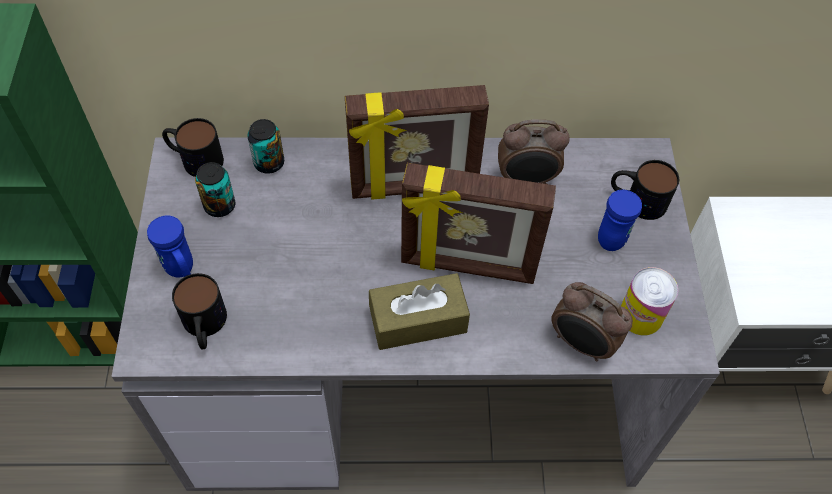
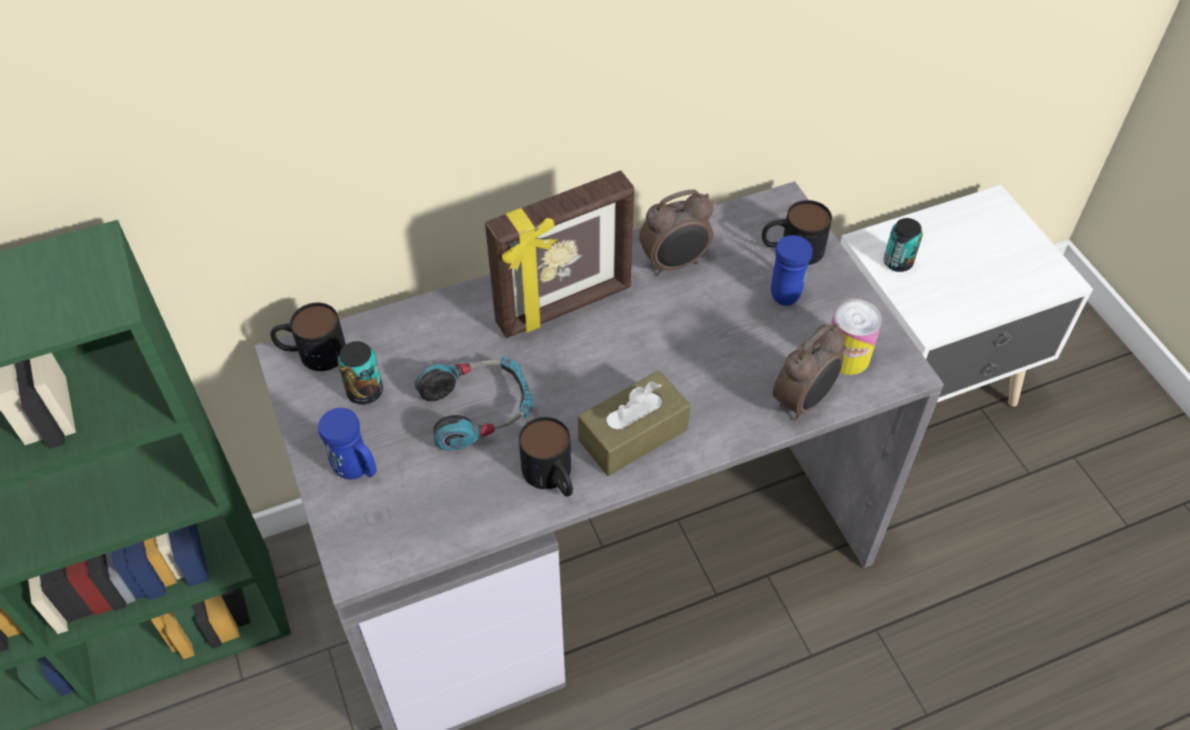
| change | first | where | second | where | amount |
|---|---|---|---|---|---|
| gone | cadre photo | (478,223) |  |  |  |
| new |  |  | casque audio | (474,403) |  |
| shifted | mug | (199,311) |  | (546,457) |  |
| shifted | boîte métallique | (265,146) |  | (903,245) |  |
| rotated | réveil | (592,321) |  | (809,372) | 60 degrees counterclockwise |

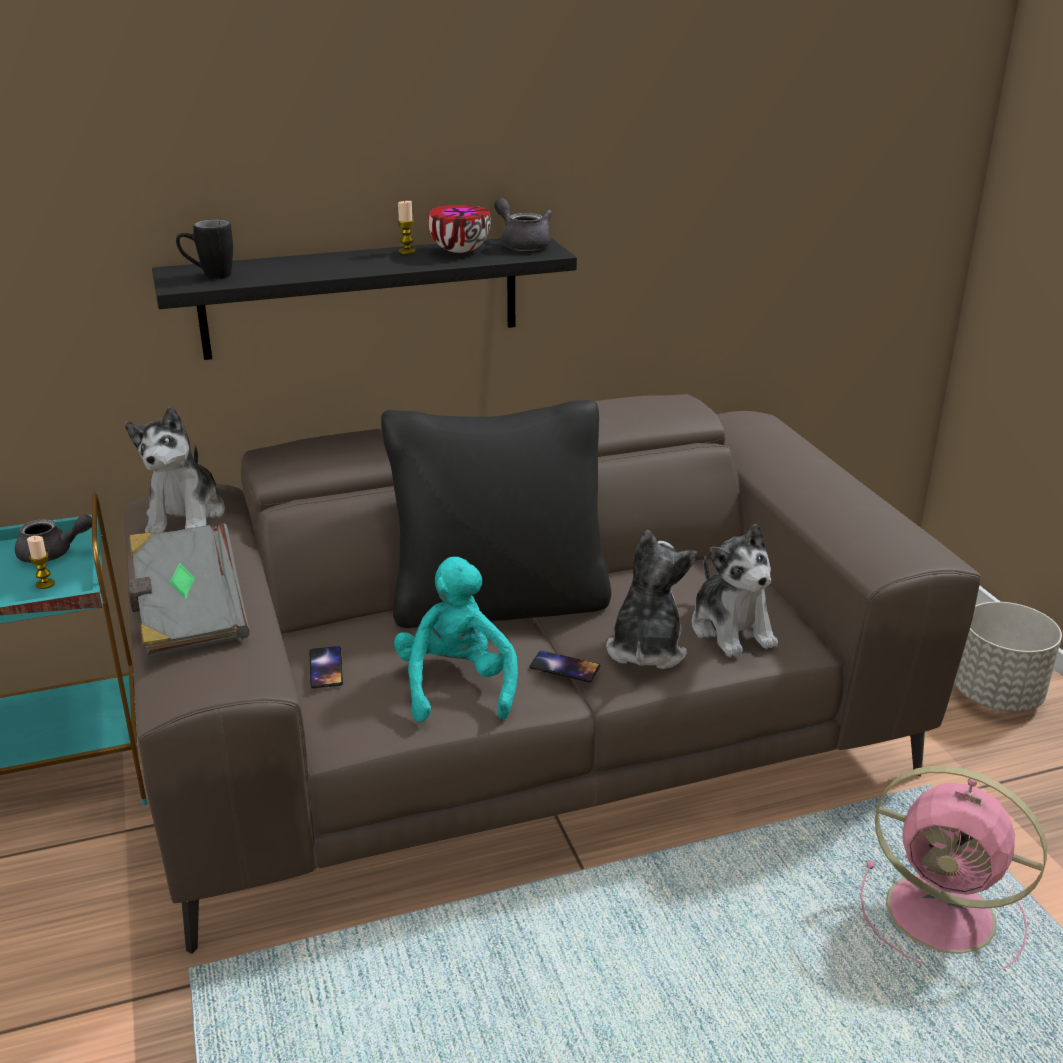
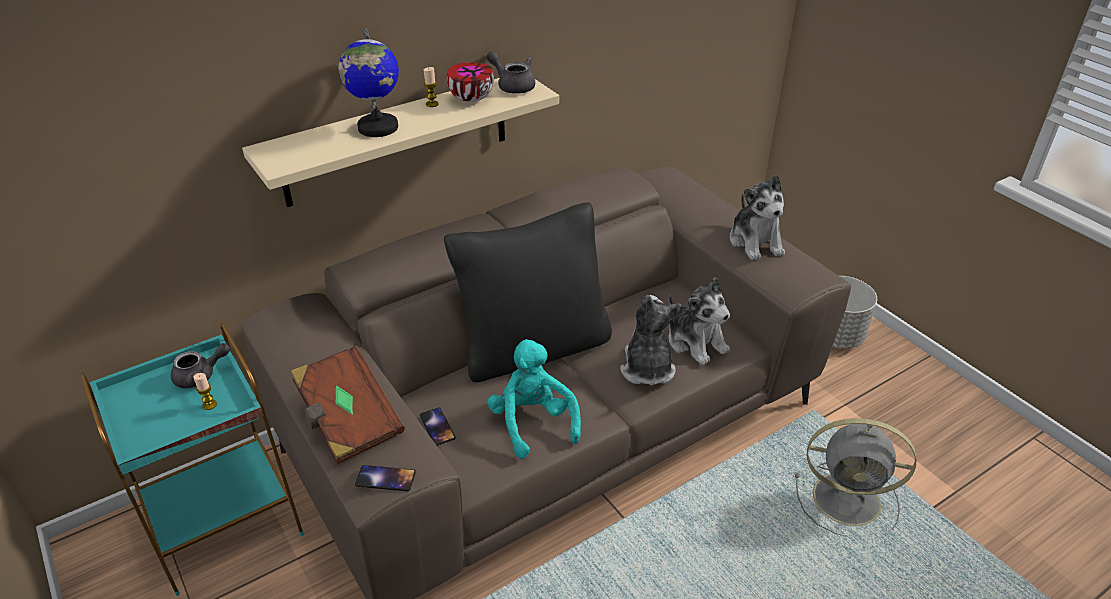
| change | first | where | second | where | amount |
|---|---|---|---|---|---|
| gone | mug/noir | (204,249) |  |  |  |
| new |  |  | globe | (369,82) |  |
| shifted | peluche | (175,470) |  | (757,217) |  |
| shifted | téléphone | (564,666) |  | (385,478) |  |
| repainted | livre/gris | (188,590) | livre/marron | (347,405) |  |
| repainted | étagère/noir | (364,299) | étagère/beige | (400,142) |  |
| repainted | ventilateur/rose | (953,867) | ventilateur/gris | (855,477) |  |

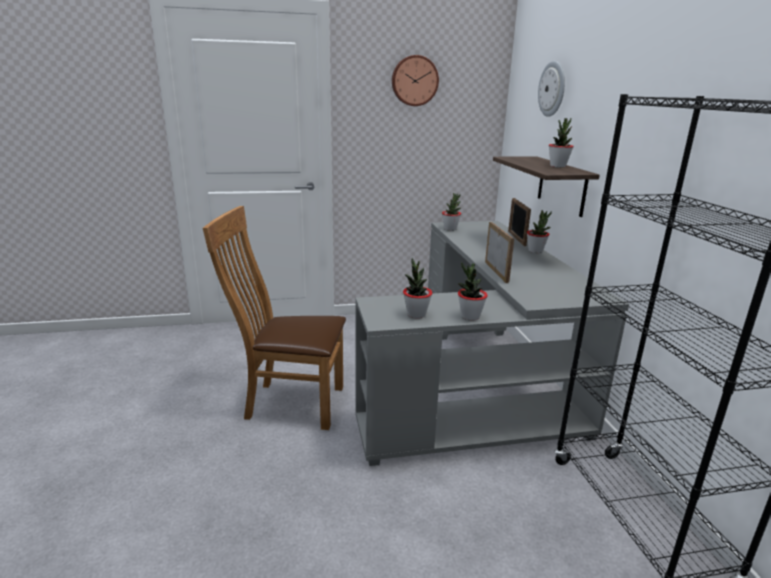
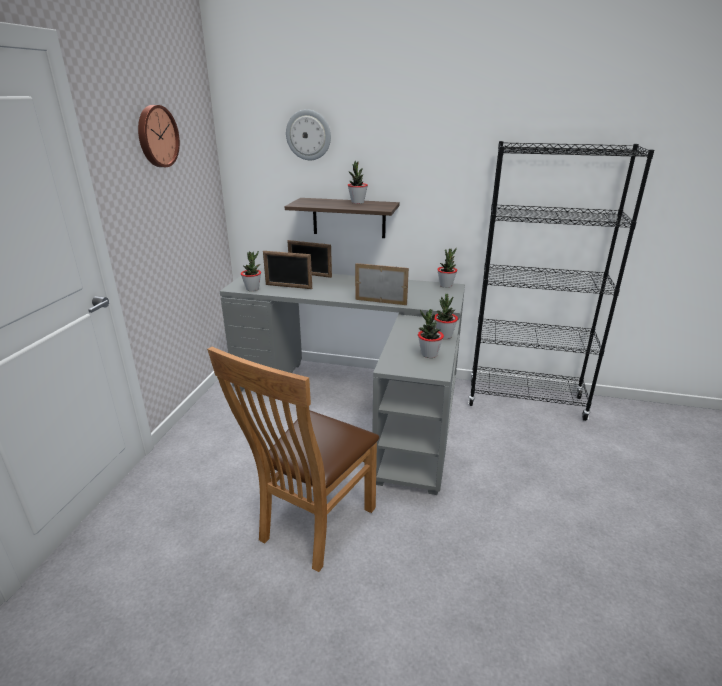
| change | first | where | second | where | amount |
|---|---|---|---|---|---|
| new |  |  | cadre photo | (287,270) |  |
| shifted | plante en pot | (539,231) |  | (447,268) |  |

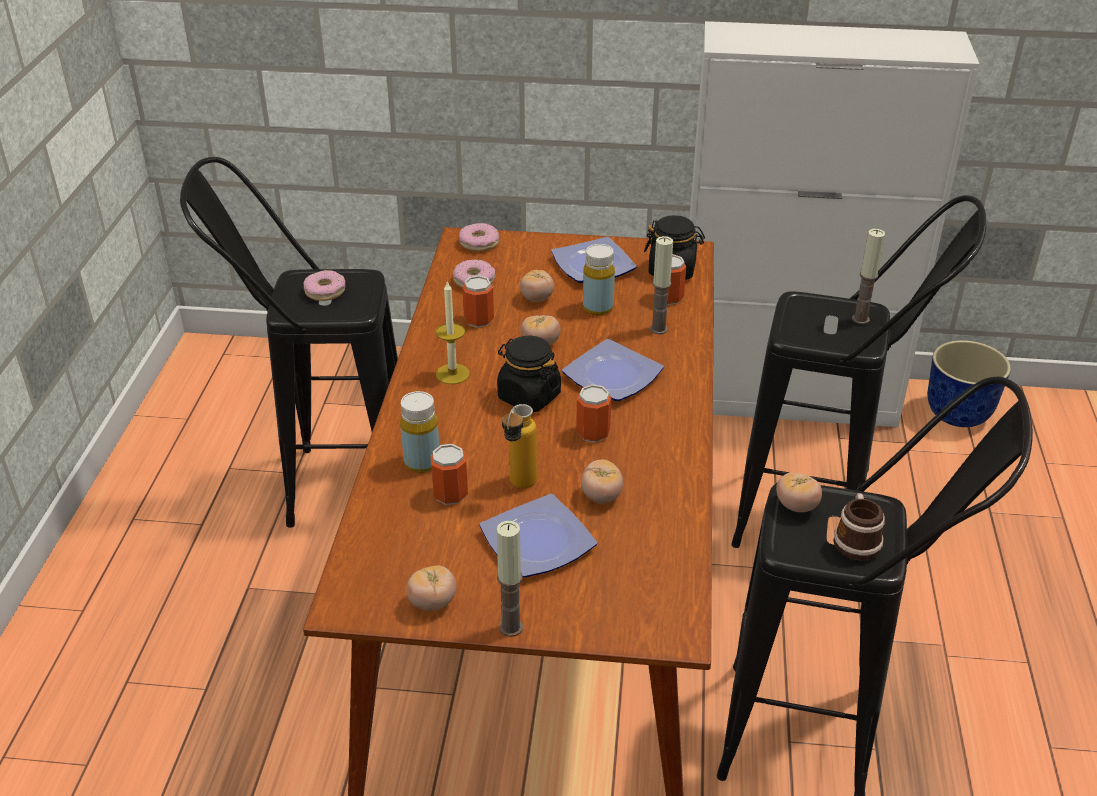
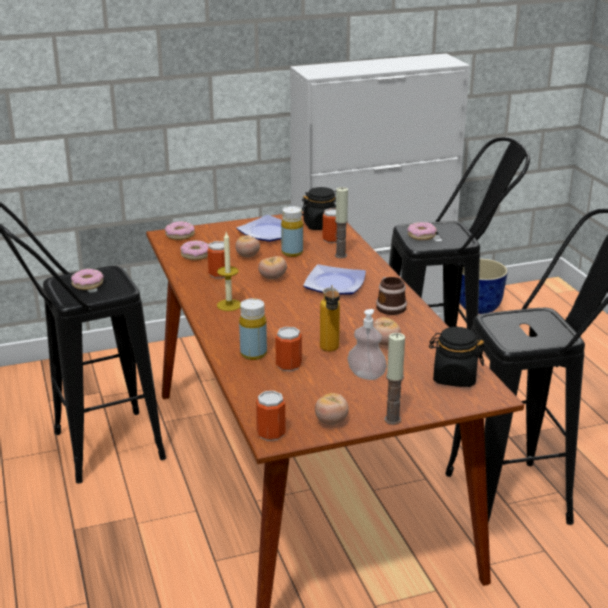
| change | first | where | second | where | amount |
|---|---|---|---|---|---|
| gone | tomate | (799,492) |  |  |  |
| gone | bougie | (868,276) |  |  |  |
| new |  |  | beignet | (422,231) |  |
| shifted | bocal/noir | (529,373) |  | (456,357) |  |
| shifted | boîte métallique | (593,413) |  | (271,415) |  |
| shifted | mug | (859,526) |  | (391,296) |  |
| swapped | assiette | (538,535) | distributeur de savon | (367,344) |  |

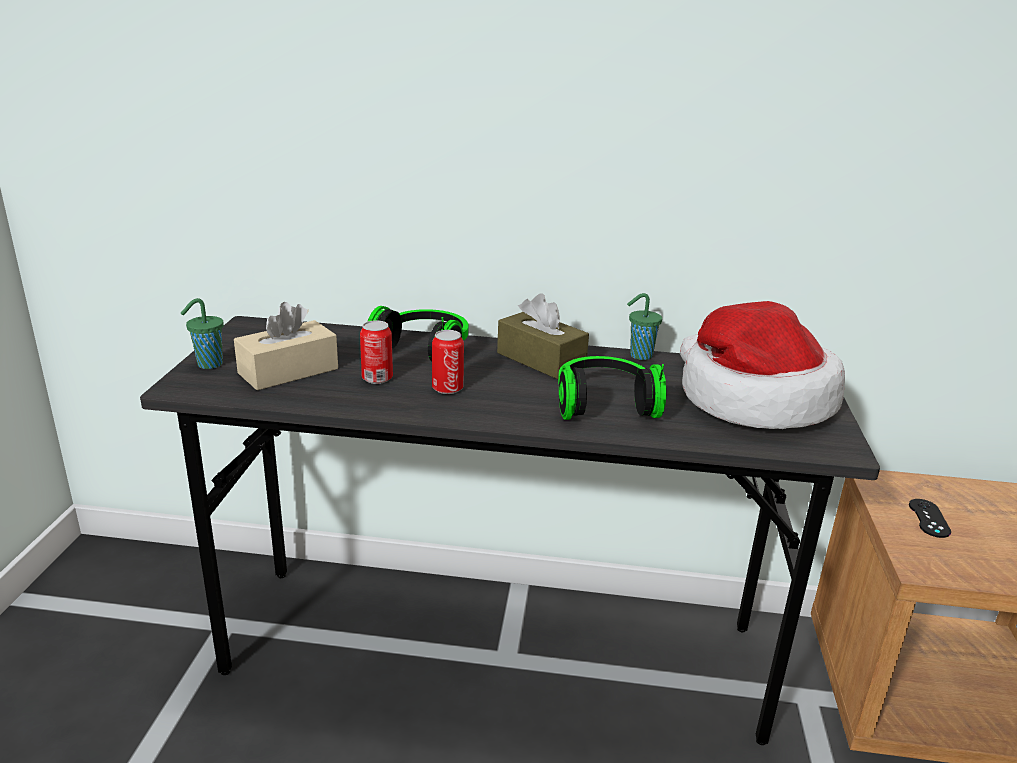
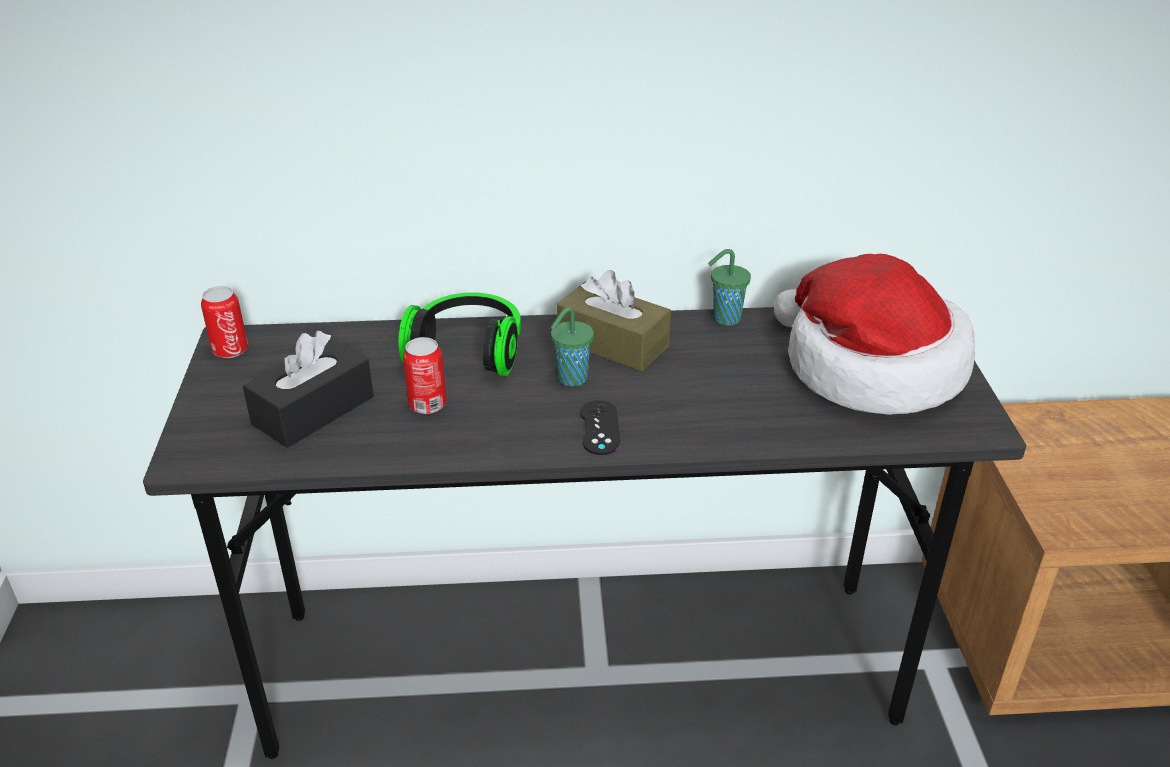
| change | first | where | second | where | amount |
|---|---|---|---|---|---|
| gone | casque audio | (612,388) |  |  |  |
| shifted | tasse/vert | (202,333) |  | (572,347) |  |
| shifted | boîte métallique | (448,362) |  | (224,322) |  |
| shifted | manette/noir | (930,518) |  | (600,427) |  |
| repainted | boîte à mouchoirs/beige | (286,346) | boîte à mouchoirs/noir | (308,389) |  |

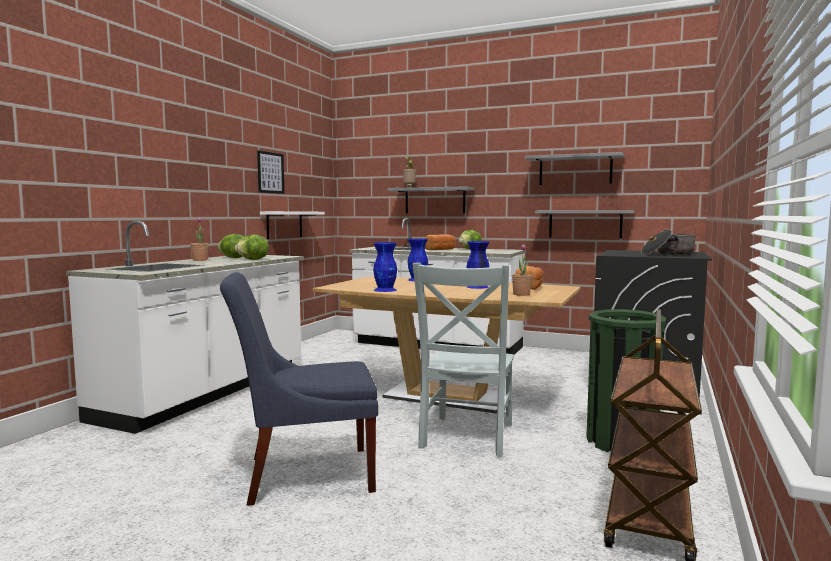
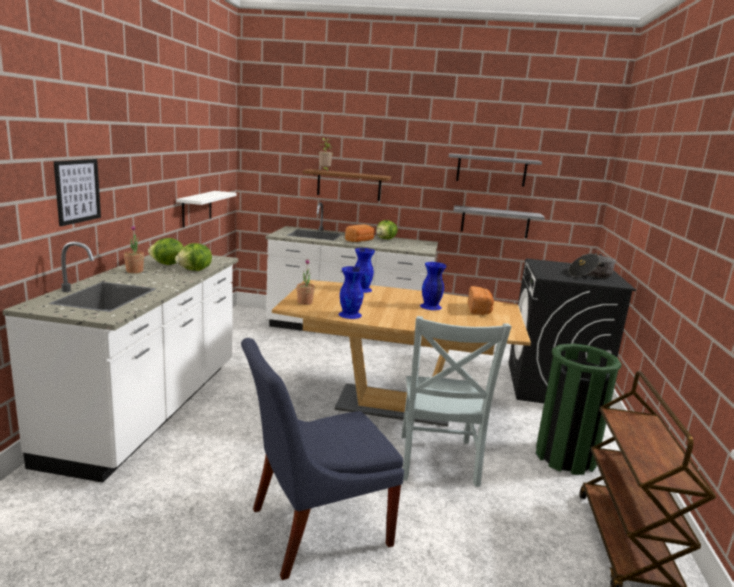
| change | first | where | second | where | amount |
|---|---|---|---|---|---|
| shifted | tableau | (271,172) |  | (77,192) |  |
| shifted | plante en pot | (522,270) |  | (306,282) |  |
| repainted | étagère/gris | (431,199) | étagère/marron | (347,185) |  |

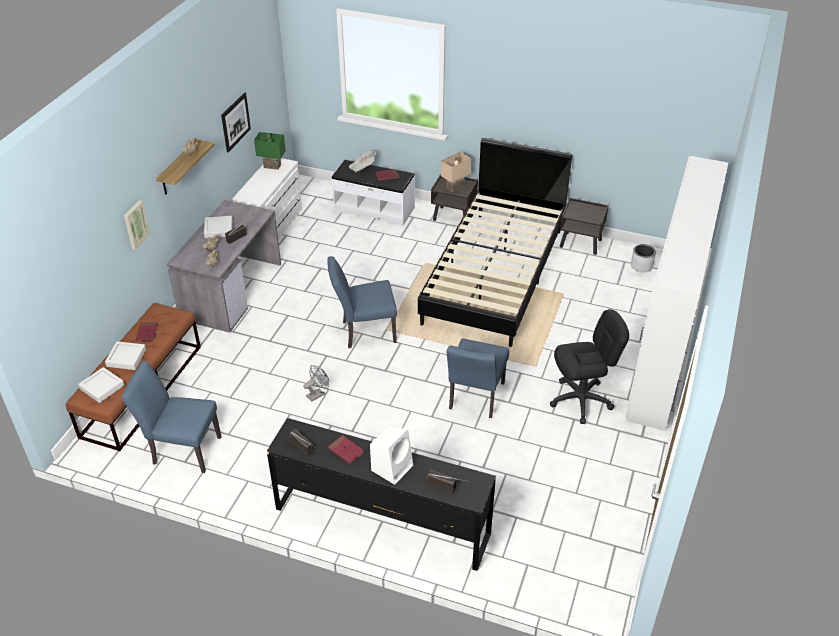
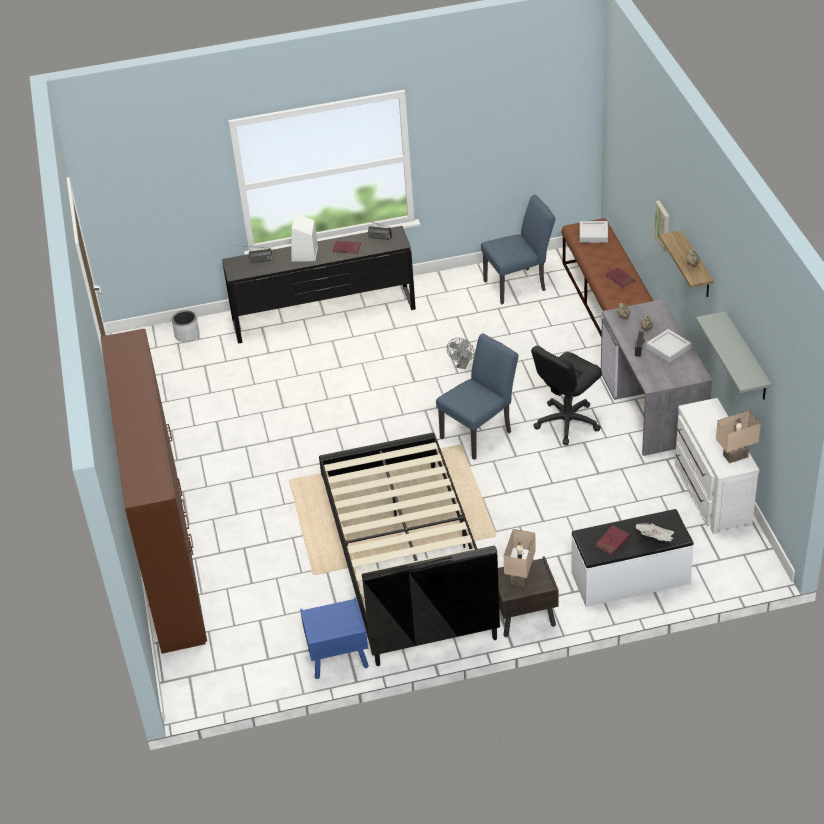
| change | first | where | second | where | amount |
|---|---|---|---|---|---|
| gone | plateau/gris | (125,355) |  |  |  |
| gone | chaise/bleu | (478,378) |  |  |  |
| shifted | chaise de bureau/noir | (589,366) |  | (566,395) |  |
| shifted | cache-pot/gris | (643,258) |  | (186,326) |  |
| swapped | tableau | (236,122) | étagère/gris | (733,355) |  |
| repainted | lampe de table/vert | (270,151) | lampe de table/beige | (738,436) |  |
| repainted | table de chevet/marron | (584,226) | table de chevet/bleu | (334,638) |  |
| repainted | armoire/blanc | (676,293) | armoire/marron | (154,491) |  |

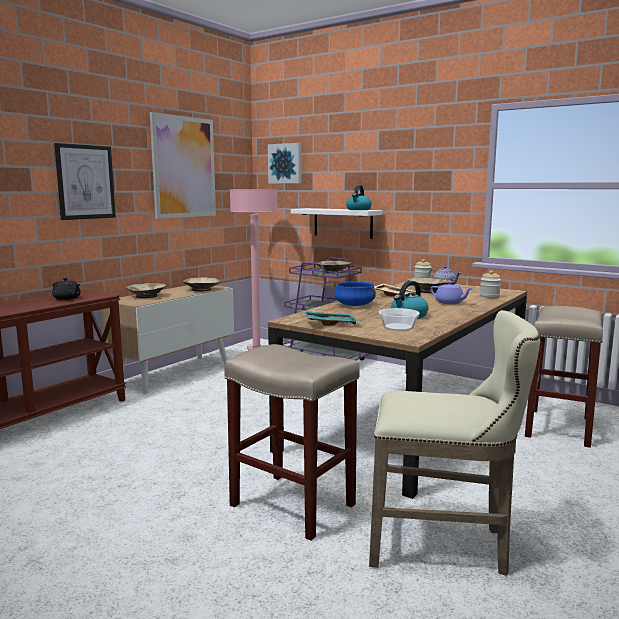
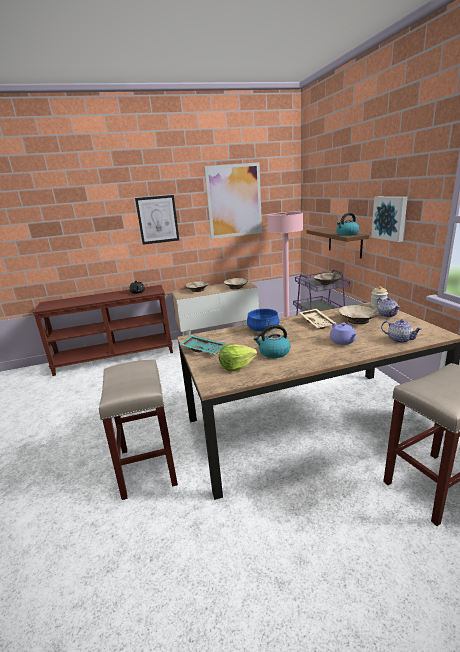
| change | first | where | second | where | amount |
|---|---|---|---|---|---|
| gone | tabouret/beige | (454,443) |  |  |  |
| shifted | tableau | (284,163) |  | (389,219) |  |
| swapped | bol | (399,319) | laitue | (238,358) |  |
| swapped | bocal | (490,284) | théière | (401,331) |  |
| repainted | étagère/blanc | (337,223) | étagère/marron | (337,243) |  |

